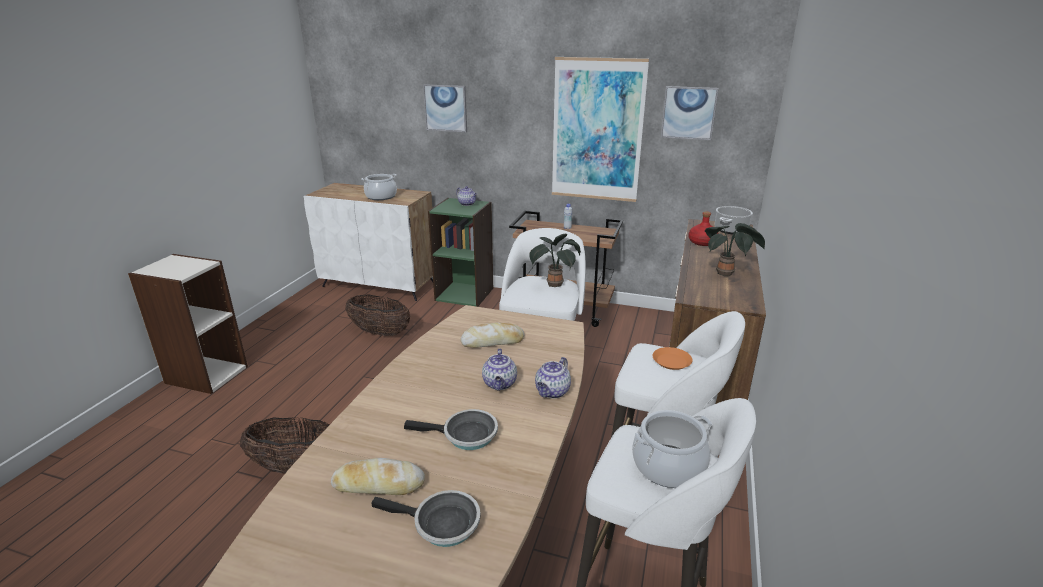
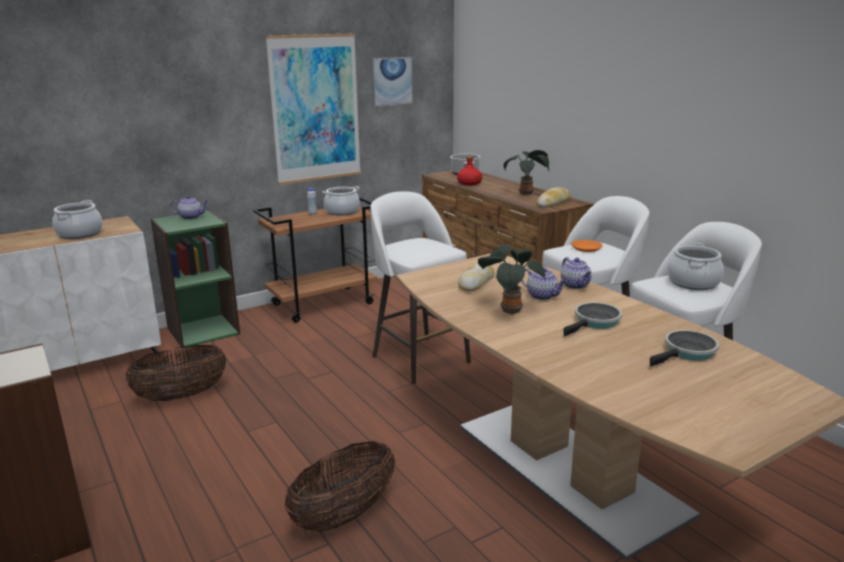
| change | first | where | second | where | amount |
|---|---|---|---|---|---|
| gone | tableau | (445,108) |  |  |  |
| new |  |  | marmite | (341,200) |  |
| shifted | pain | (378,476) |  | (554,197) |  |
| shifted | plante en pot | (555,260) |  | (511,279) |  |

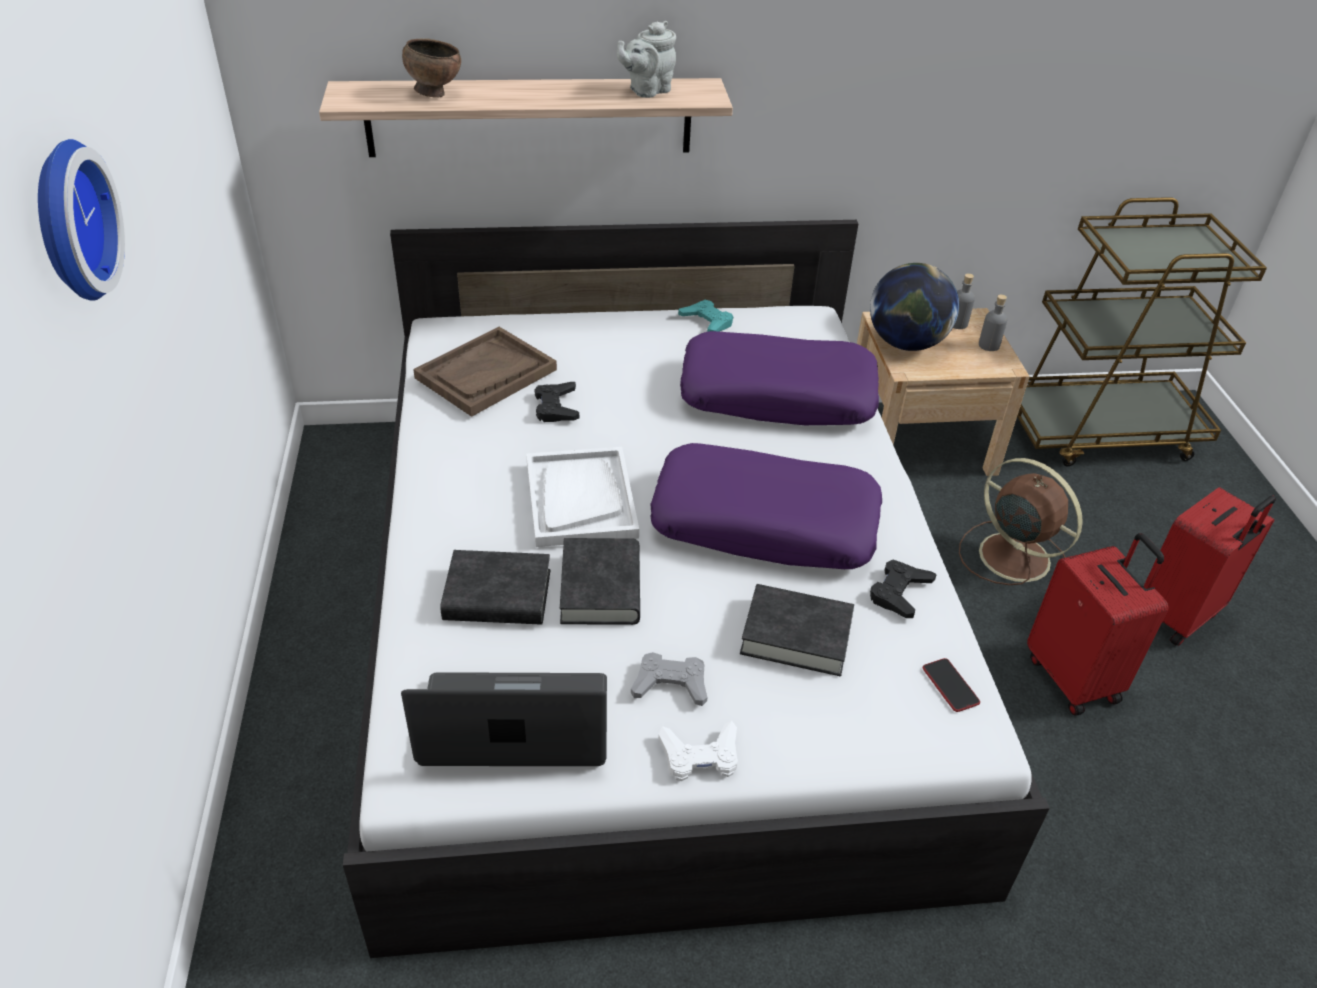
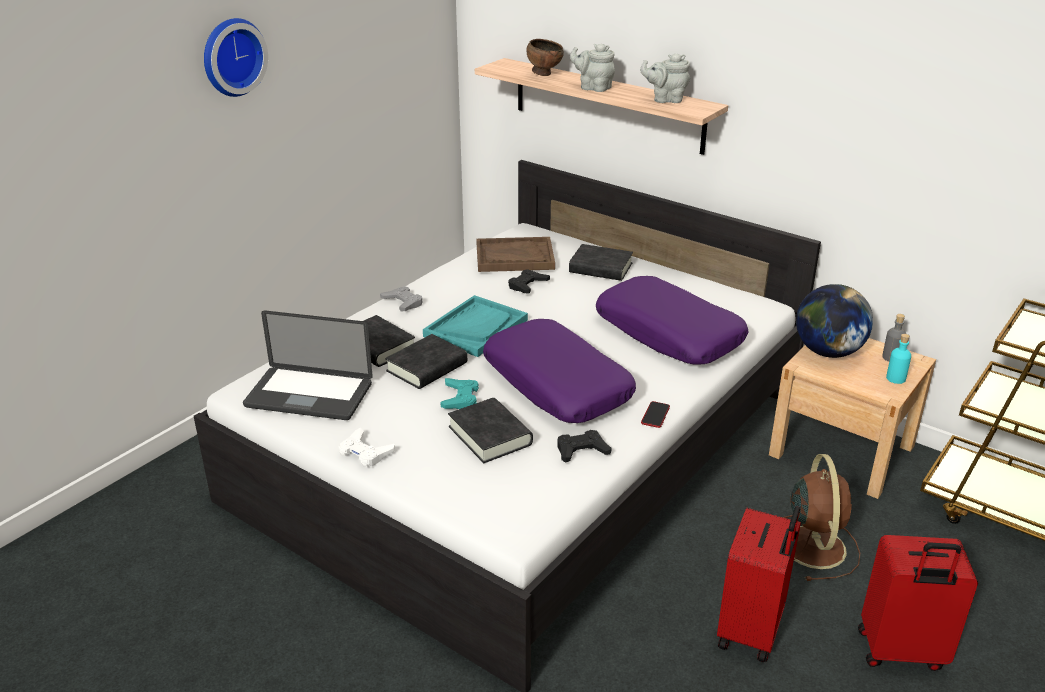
| change | first | where | second | where | amount |
|---|---|---|---|---|---|
| new |  |  | livre/noir | (601,262) |  |
| new |  |  | théière/gris | (592,67) |  |
| shifted | manette/gris | (669,679) |  | (401,298) |  |
| shifted | manette/turquoise | (705,316) |  | (460,393) |  |
| shifted | téléphone | (951,685) |  | (655,414) |  |
| repainted | plateau/blanc | (582,497) | plateau/turquoise | (475,326) |  |
| repainted | bouteille/gris | (993,322) | bouteille/turquoise | (898,359) |  |
| rotated | ordinateur portable | (504,719) |  | (308,365) | 150 degrees clockwise |

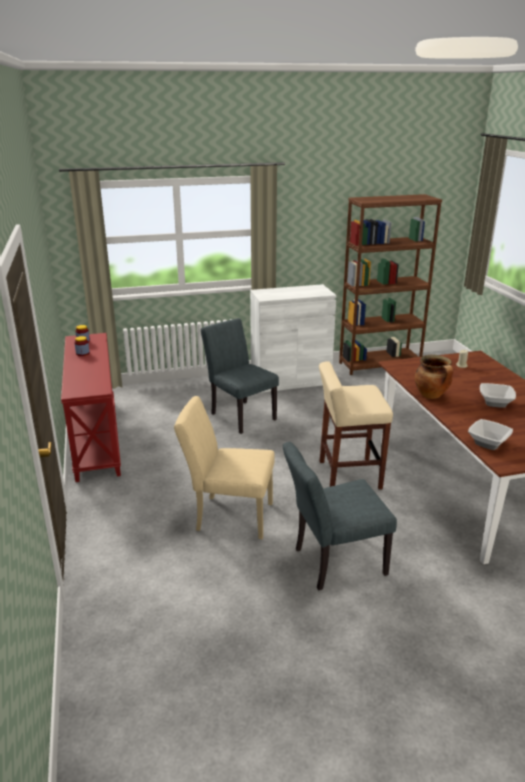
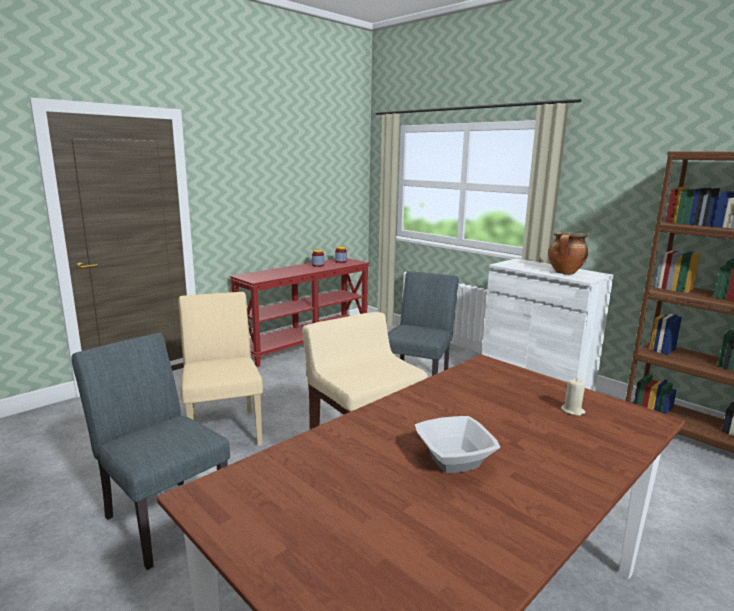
| change | first | where | second | where | amount |
|---|---|---|---|---|---|
| gone | bol | (490,434) |  |  |  |
| shifted | marmite | (434,377) |  | (568,253) |  |

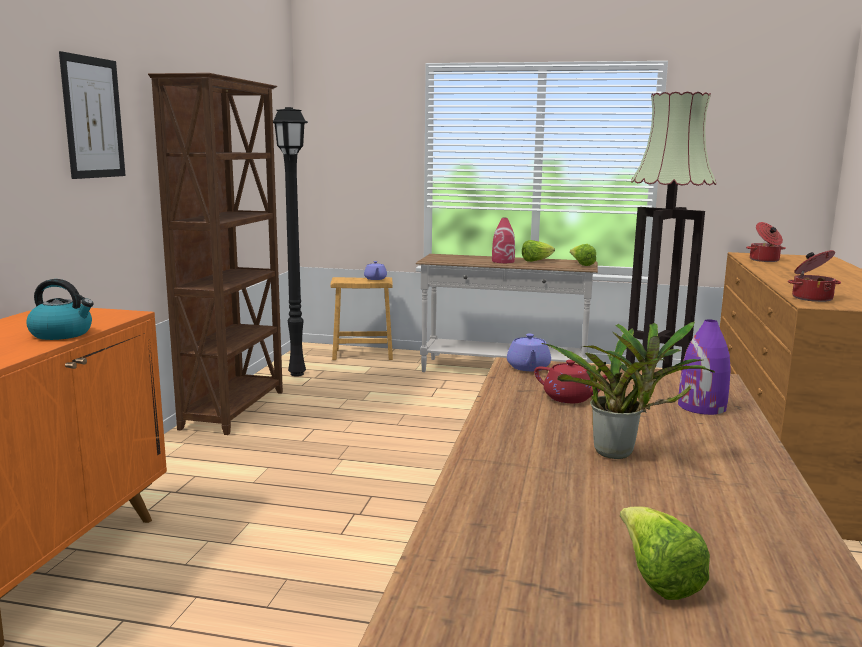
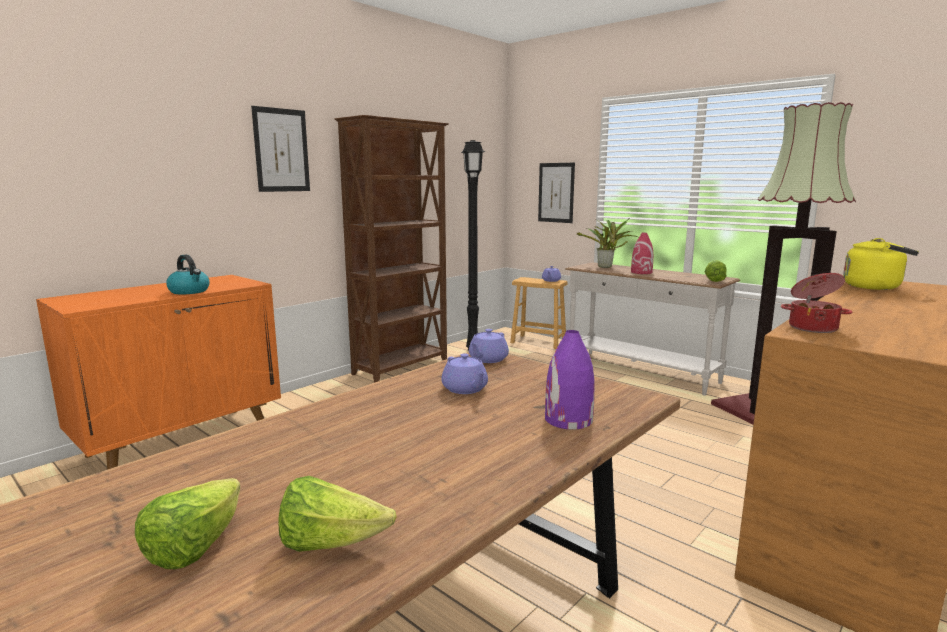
| change | first | where | second | where | amount |
|---|---|---|---|---|---|
| new |  |  | tableau | (556,193) |  |
| shifted | laitue | (538,251) |  | (338,514) |  |
| shifted | plante en pot | (628,390) |  | (608,243) |  |
| swapped | marmite | (766,242) | bouilloire/jaune | (881,264) |  |
| repainted | théière/rouge | (570,381) | théière/violet | (464,373) |  |

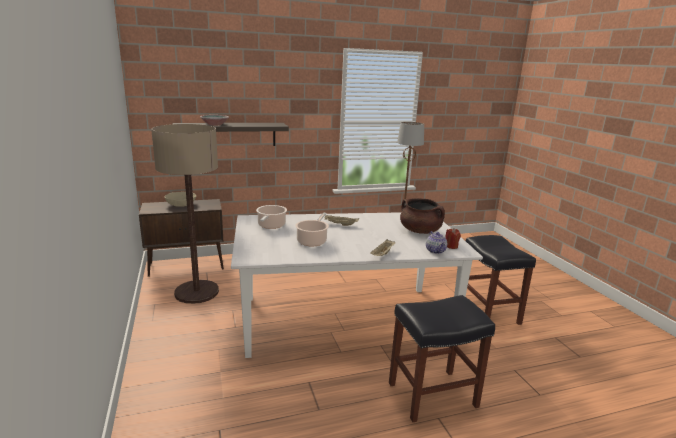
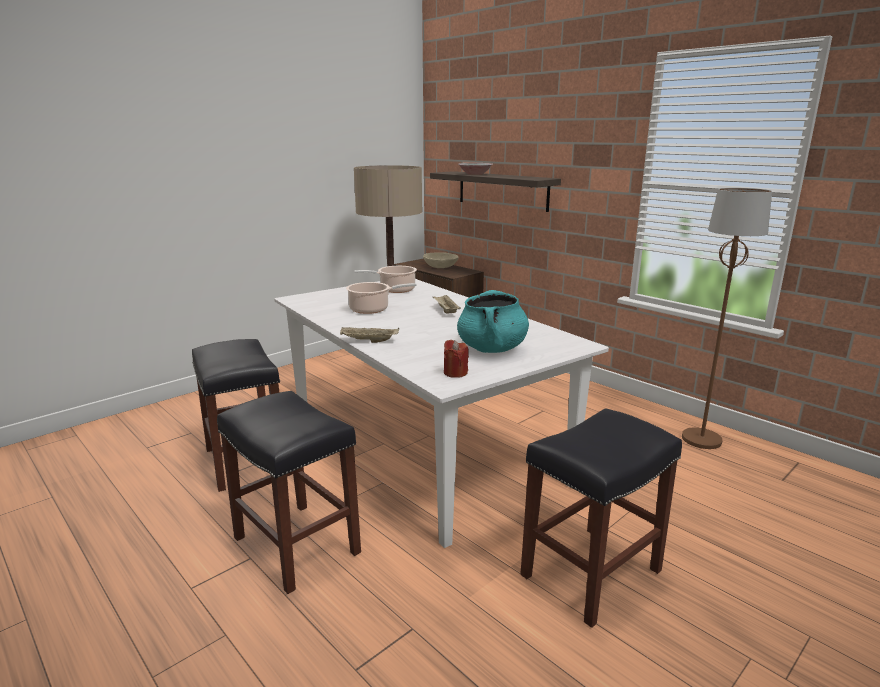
| change | first | where | second | where | amount |
|---|---|---|---|---|---|
| gone | théière | (436,242) |  |  |  |
| new |  |  | tabouret/noir | (236,415) |  |
| repainted | marmite/marron | (422,216) | marmite/turquoise | (493,321) |  |

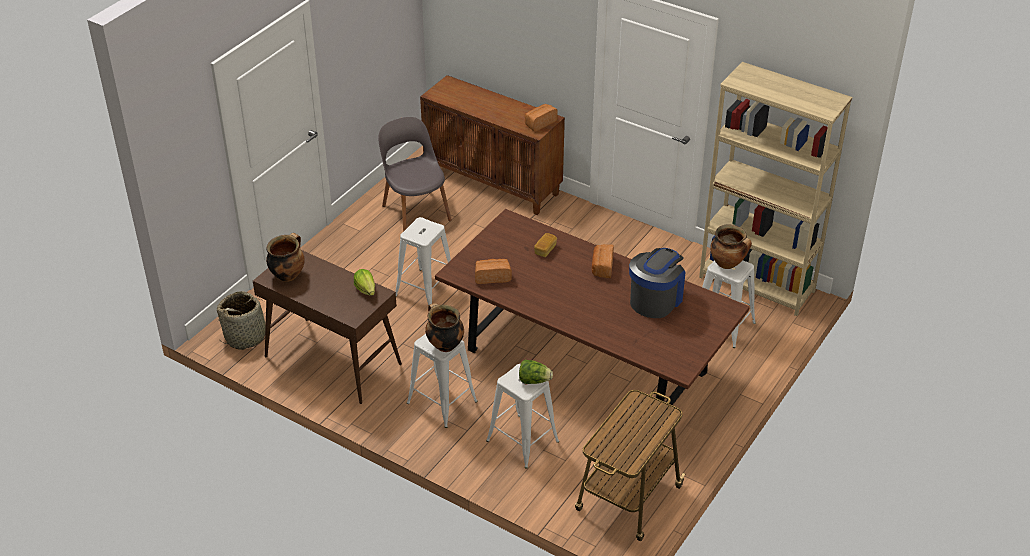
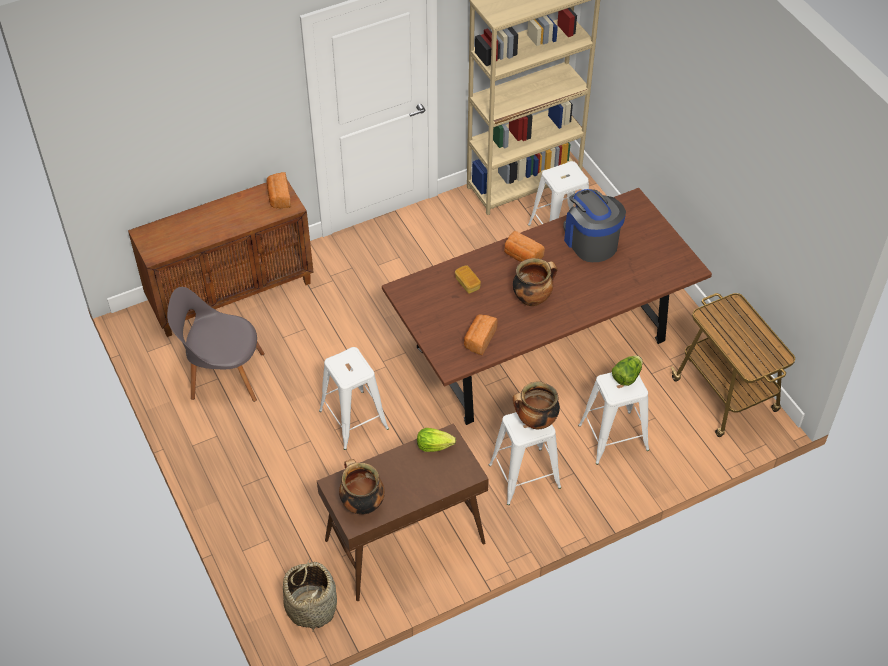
| change | first | where | second | where | amount |
|---|---|---|---|---|---|
| shifted | marmite | (731,247) |  | (535,282) |  |

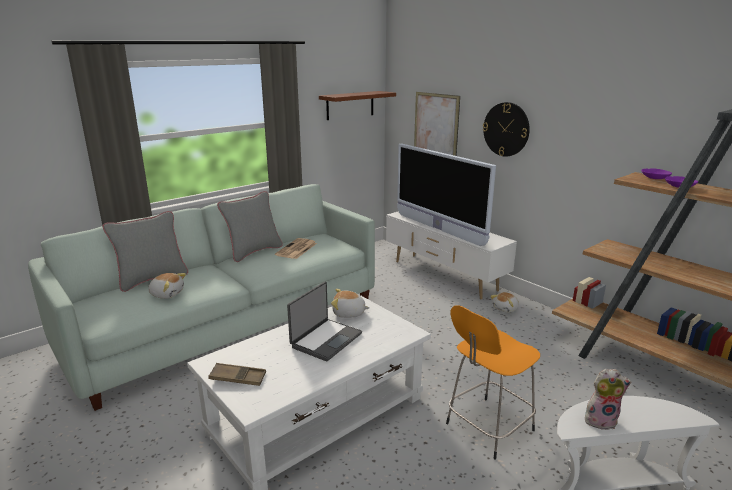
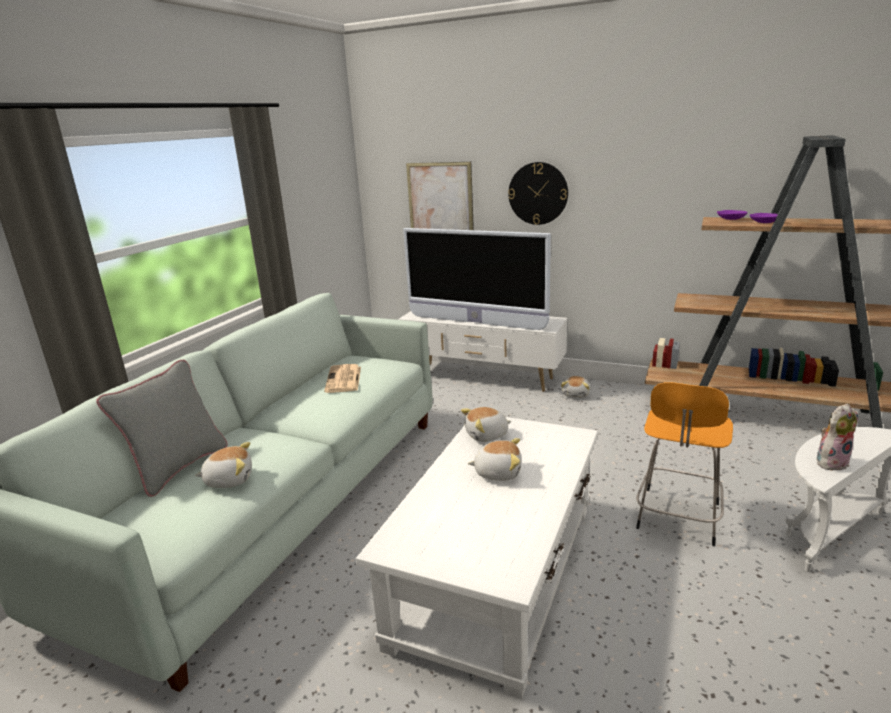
| change | first | where | second | where | amount |
|---|---|---|---|---|---|
| gone | plateau/marron | (237,374) |  |  |  |
| gone | coussin/gris | (250,226) |  |  |  |
| gone | étagère/marron | (357,105) |  |  |  |
| swapped | ordinateur portable | (324,321) | peluche | (495,459) |  |

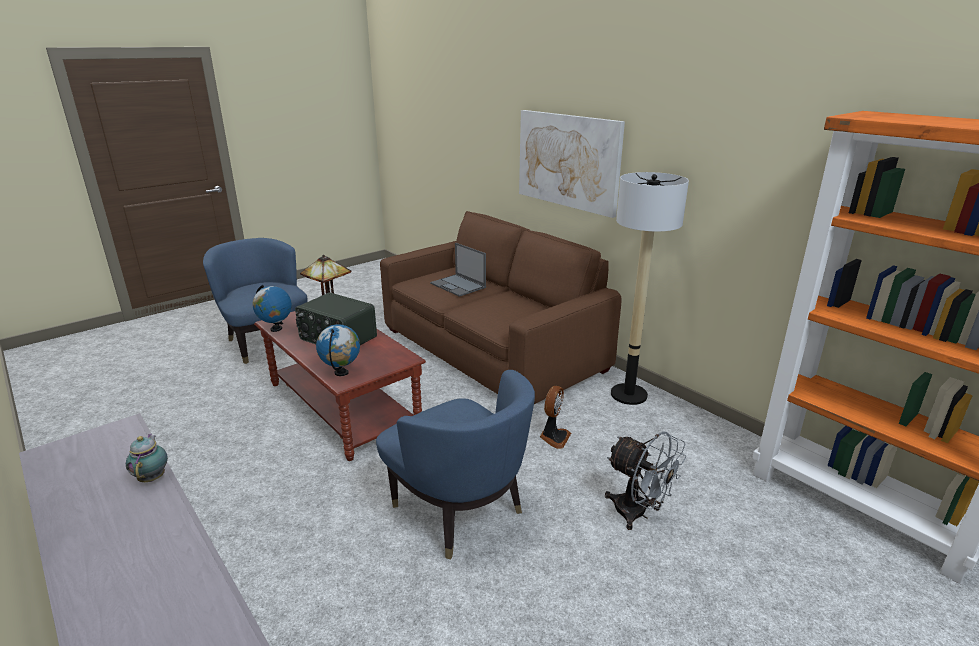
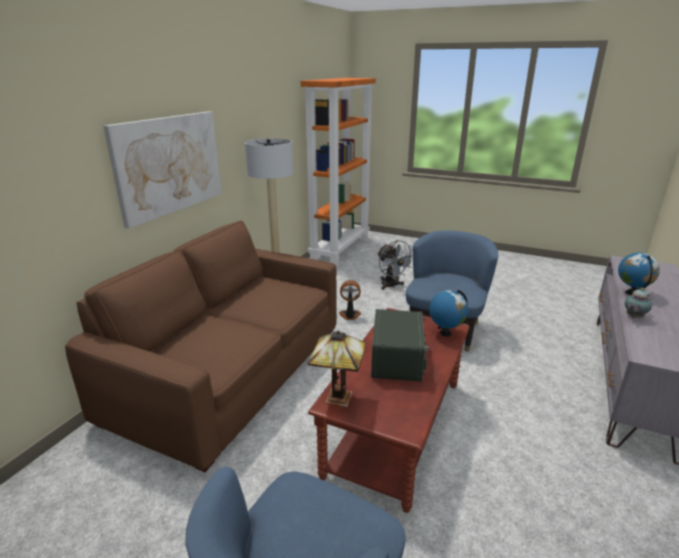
| change | first | where | second | where | amount |
|---|---|---|---|---|---|
| gone | ordinateur portable | (458,270) |  |  |  |
| shifted | globe | (272,308) |  | (639,274) |  |
| rotated | ventilateur/gris | (645,480) |  | (395,265) | 135 degrees clockwise |

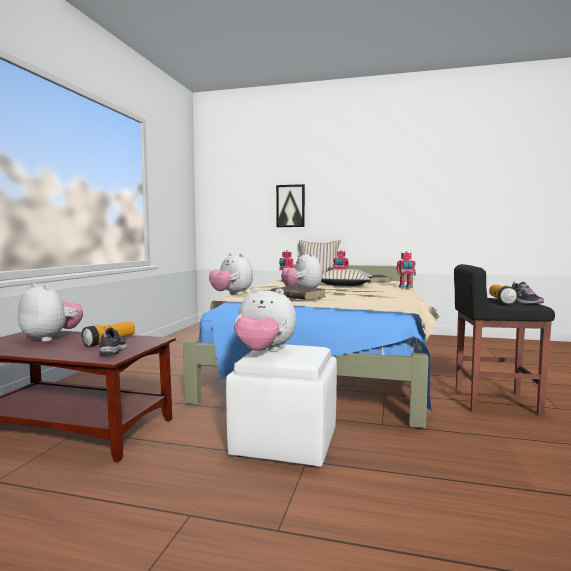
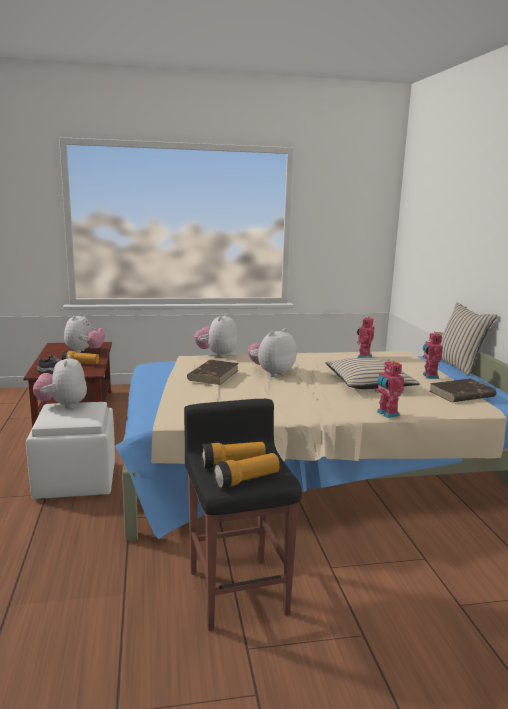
| change | first | where | second | where | amount |
|---|---|---|---|---|---|
| gone | tableau | (290,205) |  |  |  |
| swapped | chaussure | (528,292) | lampe de poche | (246,471) |  |

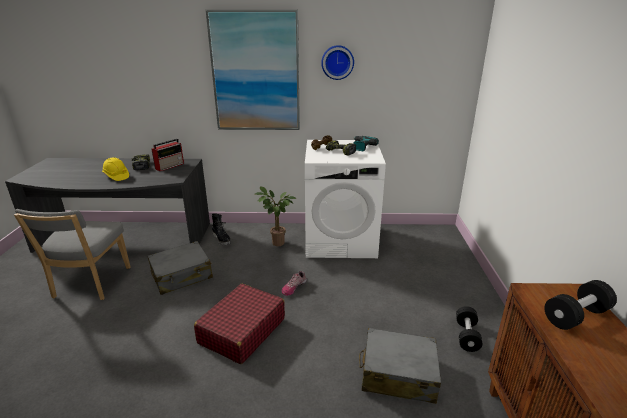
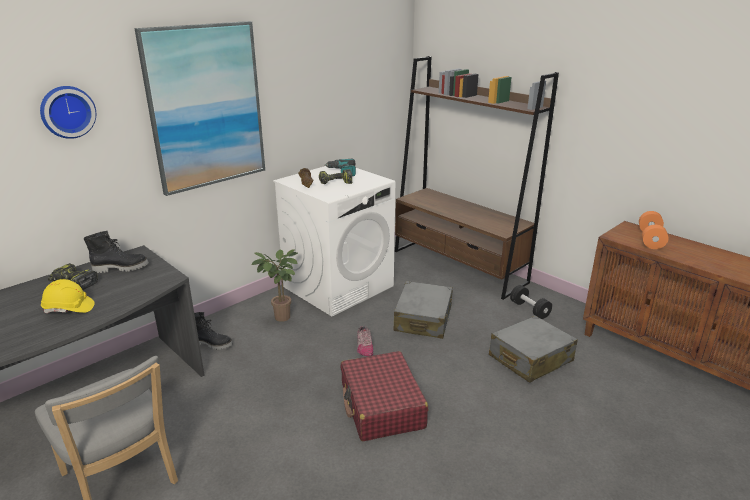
| change | first | where | second | where | amount |
|---|---|---|---|---|---|
| new |  |  | bibliothèque/marron | (477,178) |  |
| shifted | valise/gris | (180,268) |  | (423,310) |  |
| shifted | horloge murale | (337,62) |  | (68,112) |  |
| swapped | radio | (167,155) | botte/noir | (116,252) |  |
| repainted | haltère/noir | (580,305) | haltère/orange | (653,230) |  |

